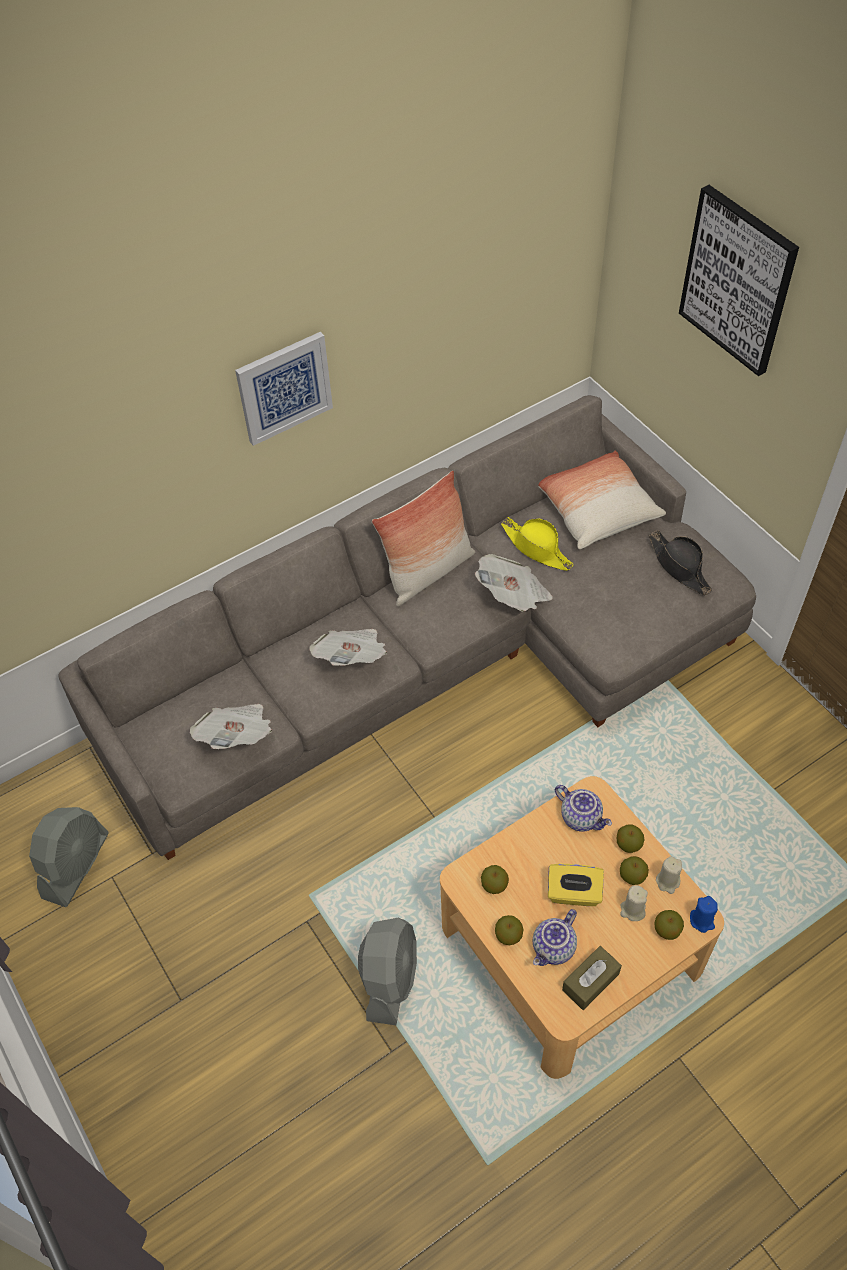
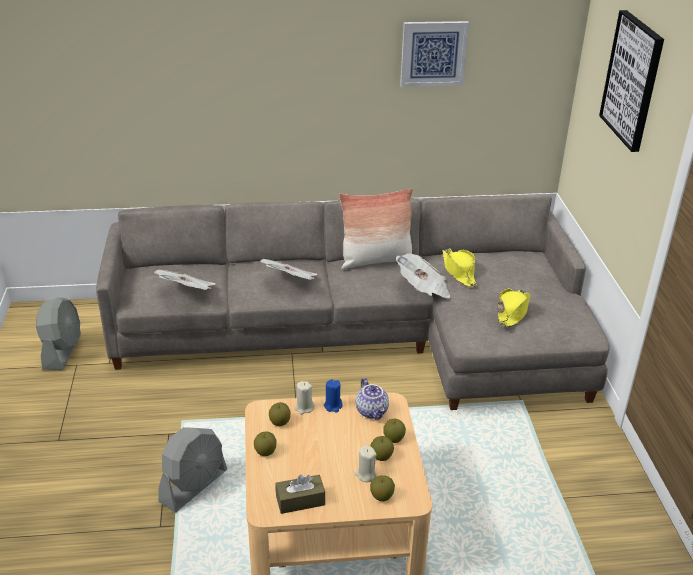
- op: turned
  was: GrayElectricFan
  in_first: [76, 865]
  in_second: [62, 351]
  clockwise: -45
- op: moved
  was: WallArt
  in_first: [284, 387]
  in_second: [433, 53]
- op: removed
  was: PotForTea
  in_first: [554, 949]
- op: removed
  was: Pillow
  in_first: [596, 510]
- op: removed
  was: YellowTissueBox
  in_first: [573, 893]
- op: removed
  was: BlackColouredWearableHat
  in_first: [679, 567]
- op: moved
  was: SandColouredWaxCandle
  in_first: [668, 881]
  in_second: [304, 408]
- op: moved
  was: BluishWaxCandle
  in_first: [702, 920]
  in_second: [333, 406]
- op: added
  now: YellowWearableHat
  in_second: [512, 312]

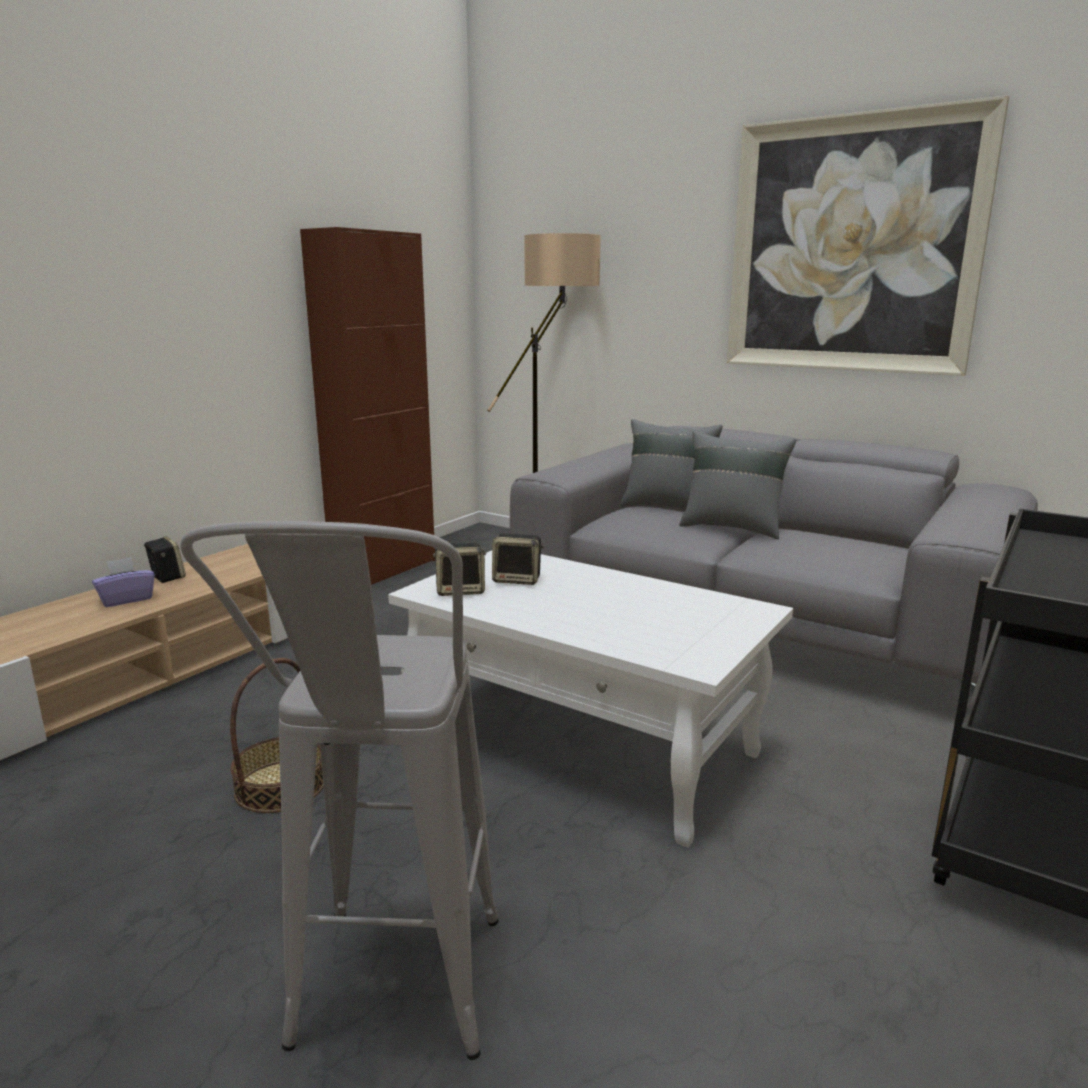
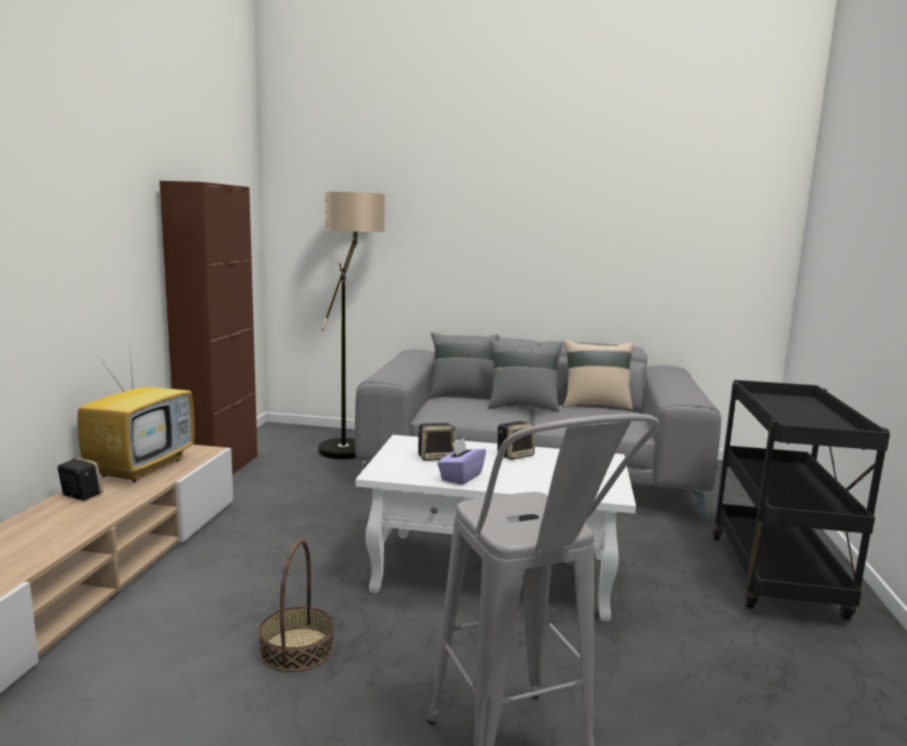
- op: moved
  was: PurplishTissueBox
  in_first: [126, 599]
  in_second: [461, 477]
- op: moved
  was: AudioSpeaker
  in_first: [461, 590]
  in_second: [515, 455]
- op: removed
  was: WallArt
  in_first: [852, 246]
- op: added
  now: Television
  in_second: [142, 467]
- op: added
  now: SandColouredPillow
  in_second: [595, 405]

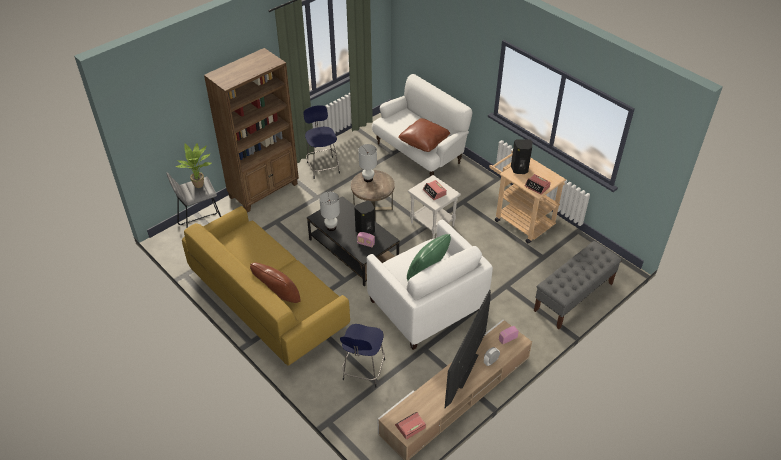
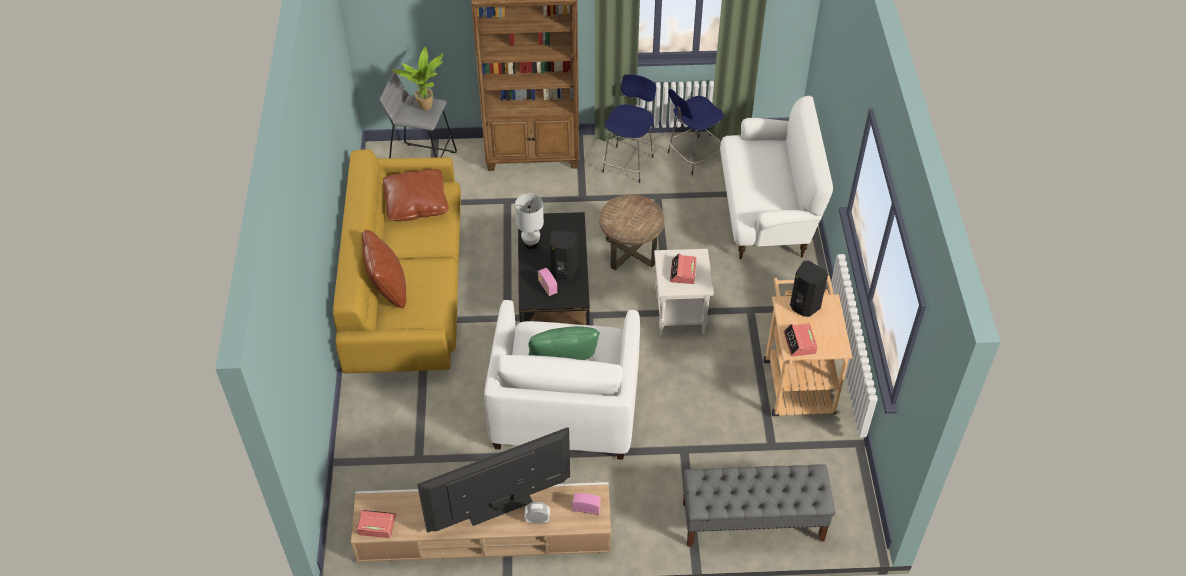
- op: moved
  was: BluishSittingStool
  in_first: [363, 371]
  in_second: [693, 156]
- op: removed
  was: WhiteColouredTableLamp
  in_first: [368, 179]
- op: moved
  was: BrownishPillow
  in_first: [424, 141]
  in_second: [416, 204]

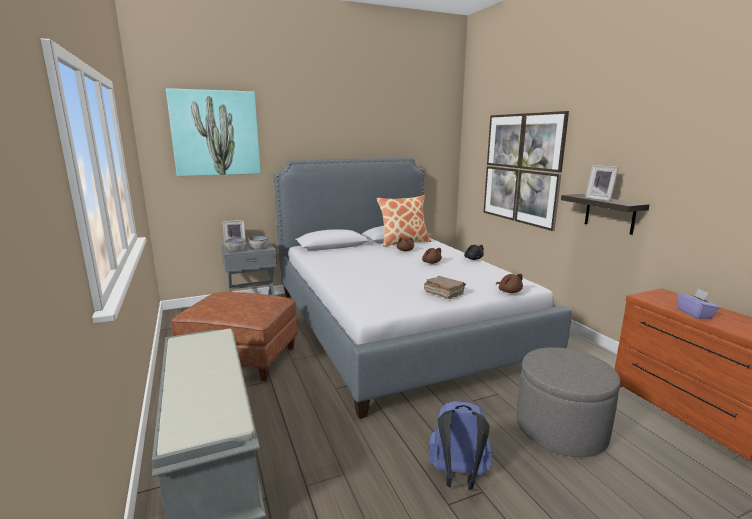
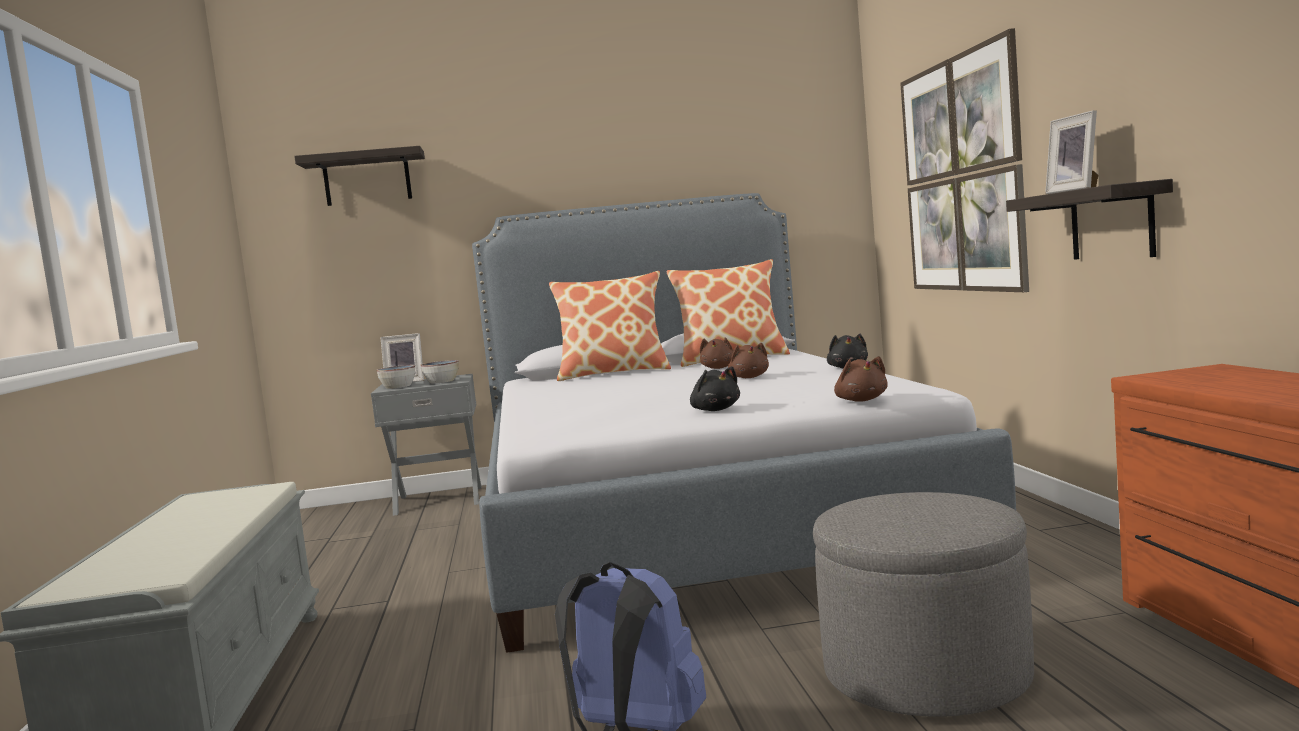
- op: replaced
  was: WallArt
  now: Shelf
  in_first: [215, 133]
  in_second: [367, 179]
- op: removed
  was: BrownishFootrest
  in_first: [240, 359]
- op: replaced
  was: BrownishBook
  now: BlackColouredPlushToy
  in_first: [443, 293]
  in_second: [715, 410]
- op: removed
  was: PurplishTissueBox
  in_first: [694, 313]
- op: added
  now: Pillow
  in_second: [614, 373]

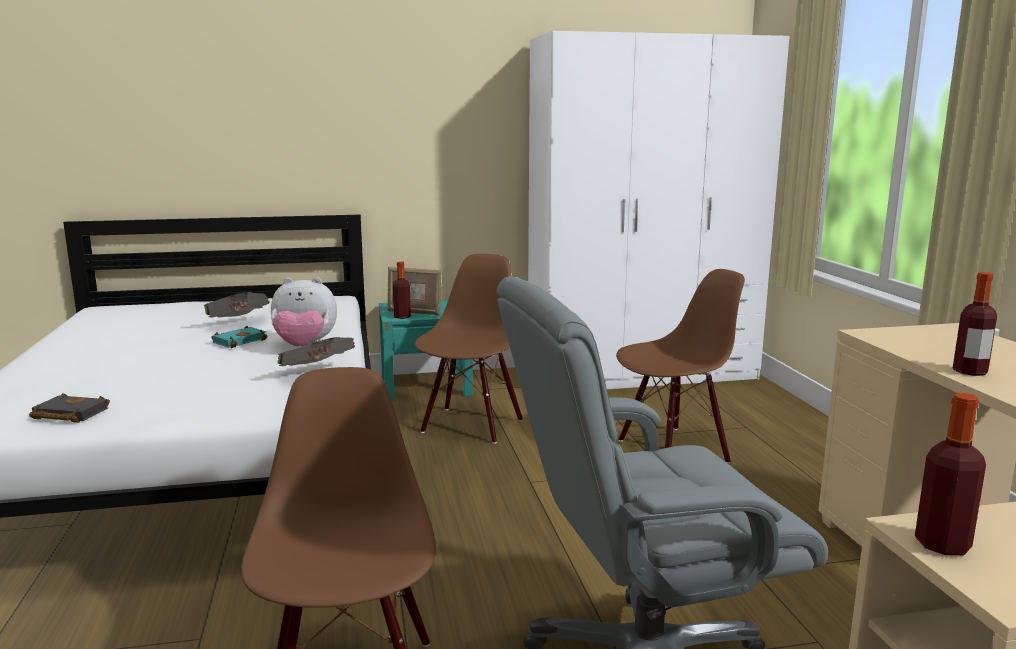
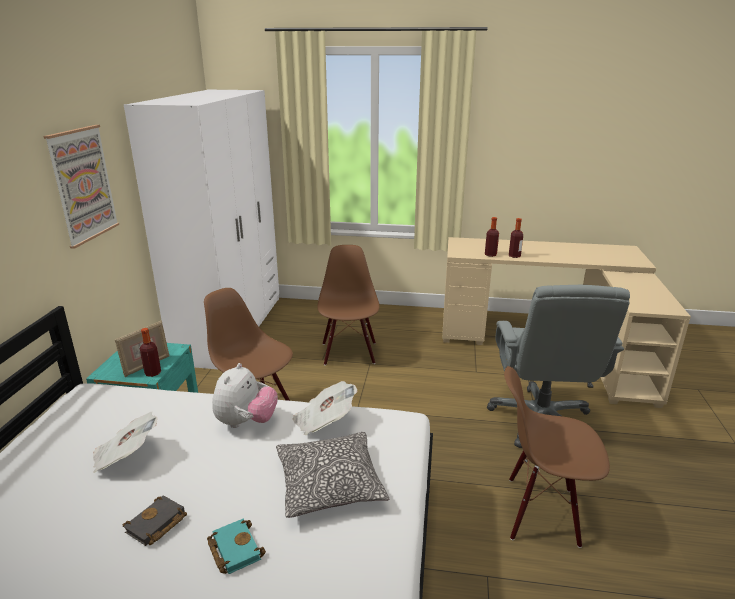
- op: moved
  was: BlackColouredBook
  in_first: [67, 414]
  in_second: [156, 525]
- op: moved
  was: TurquoiseColouredBook
  in_first: [240, 341]
  in_second: [233, 549]
- op: moved
  was: DrinkBottle
  in_first: [942, 545]
  in_second: [490, 254]
- op: added
  now: WallArt
  in_second: [83, 185]
- op: added
  now: Pillow
  in_second: [329, 483]

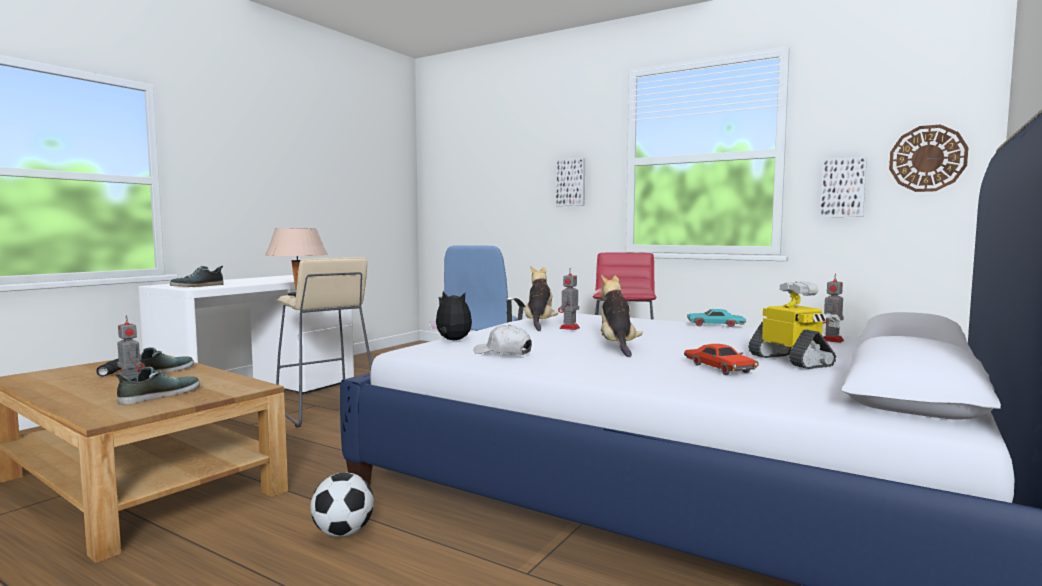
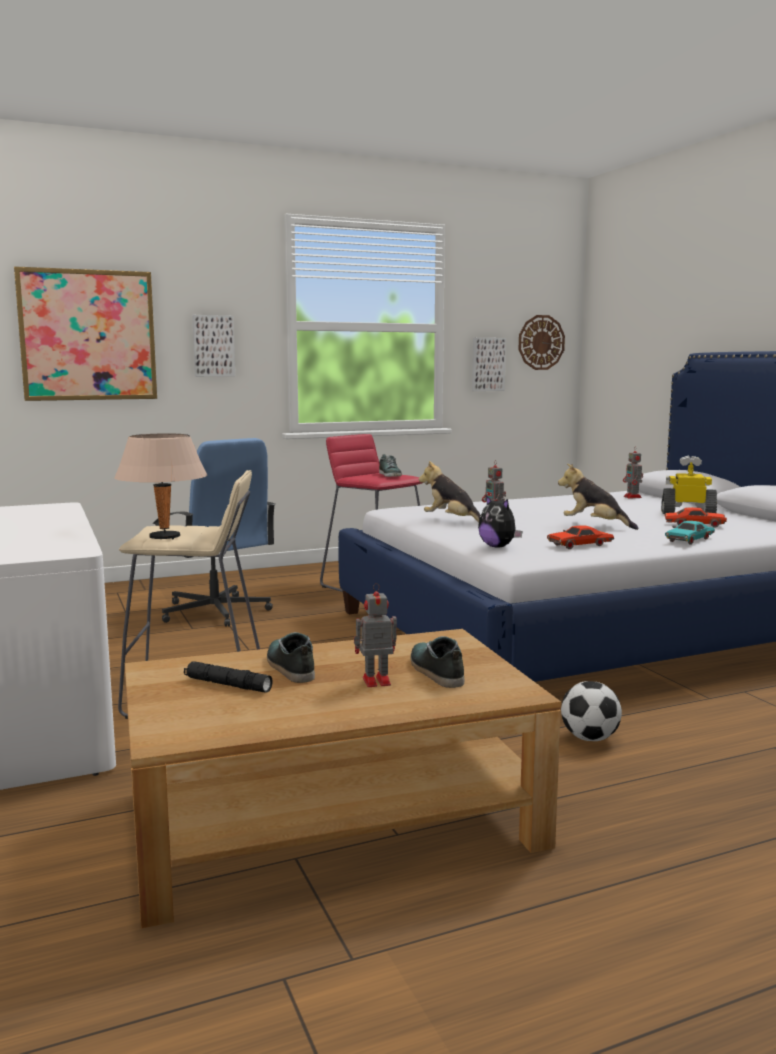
- op: moved
  was: ItemOfFootwear
  in_first: [198, 286]
  in_second: [390, 475]
- op: turned
  was: PlushToy
  in_first: [452, 340]
  in_second: [498, 547]
  clockwise: -105
- op: replaced
  was: WhiteColouredBaseballCap
  now: ReddishToyCar
  in_first: [503, 353]
  in_second: [580, 545]
- op: moved
  was: TurquoiseColouredToyCar
  in_first: [715, 325]
  in_second: [690, 540]
- op: added
  now: WallArt
  in_second: [88, 335]

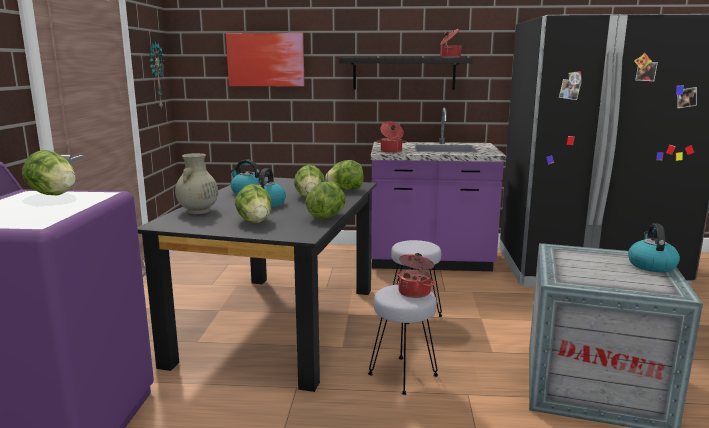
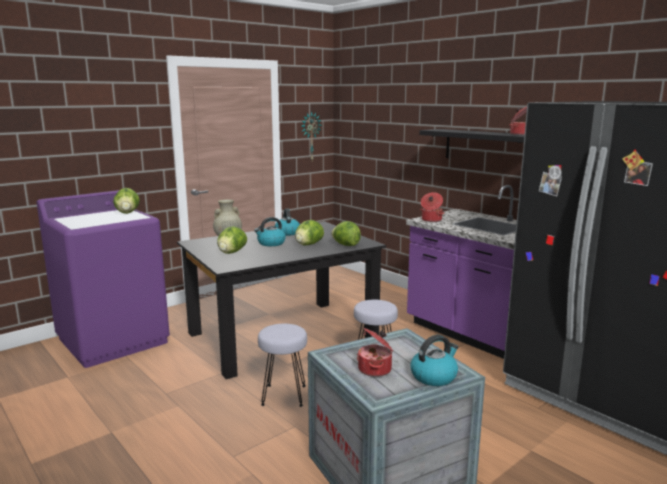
- op: removed
  was: WallArt
  in_first: [266, 60]
- op: removed
  was: Lettuce
  in_first: [327, 217]
- op: moved
  was: CookingPot
  in_first: [415, 292]
  in_second: [376, 369]

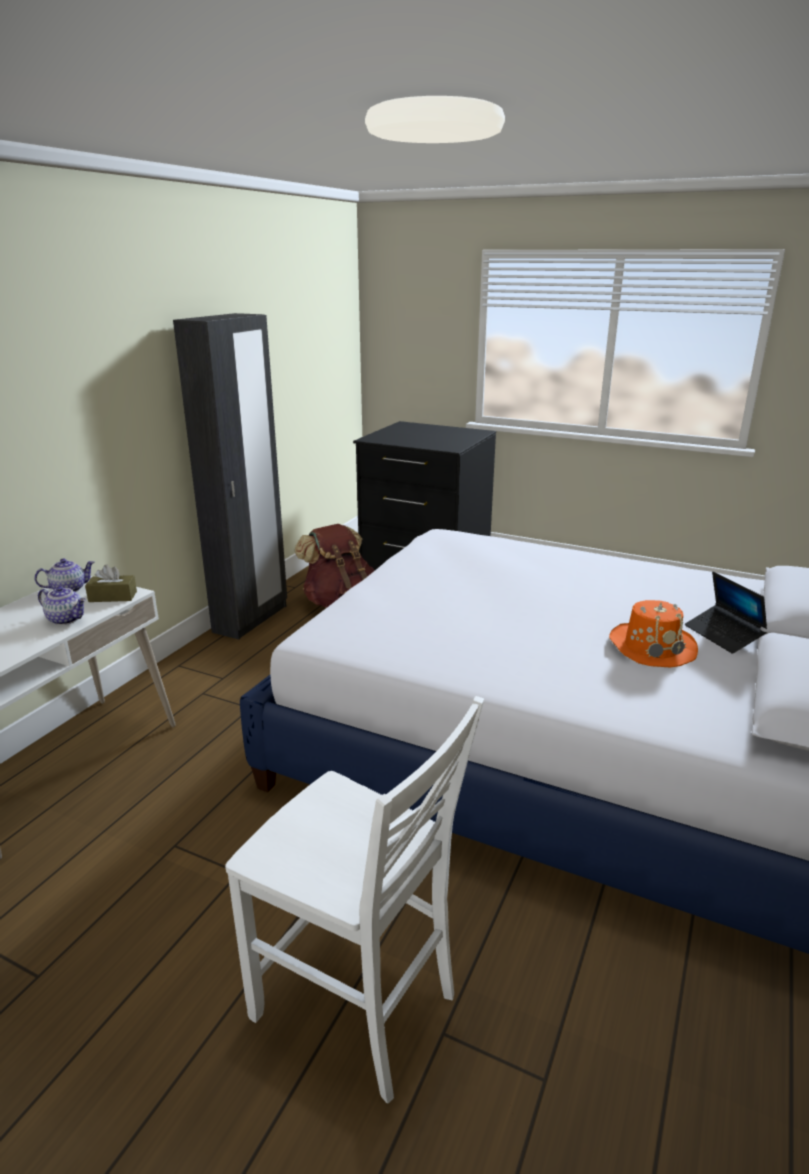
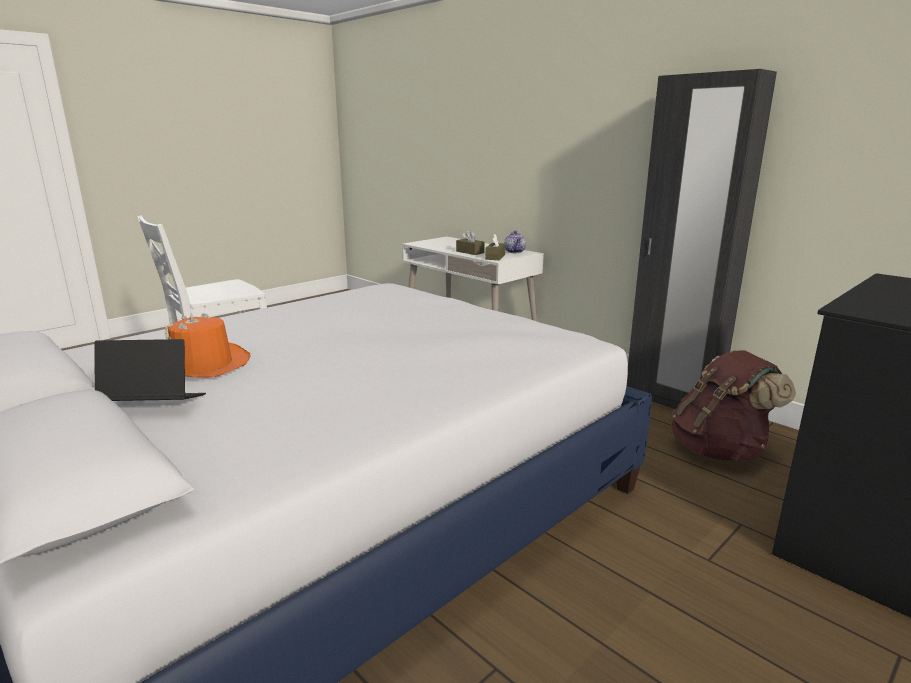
- op: replaced
  was: PotForTea
  now: BrownishTissueBox
  in_first: [67, 619]
  in_second: [470, 252]

